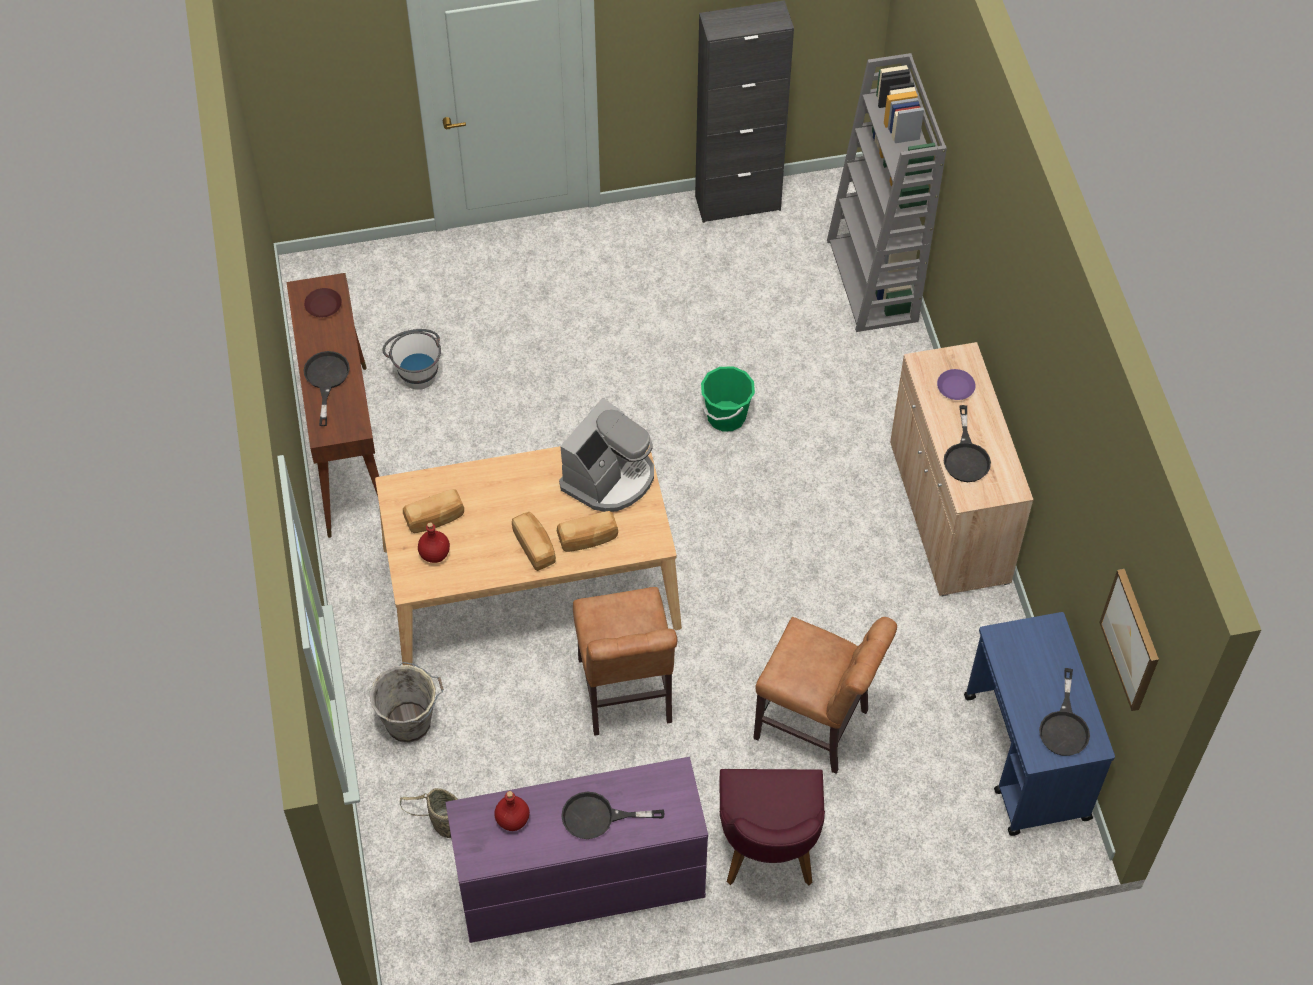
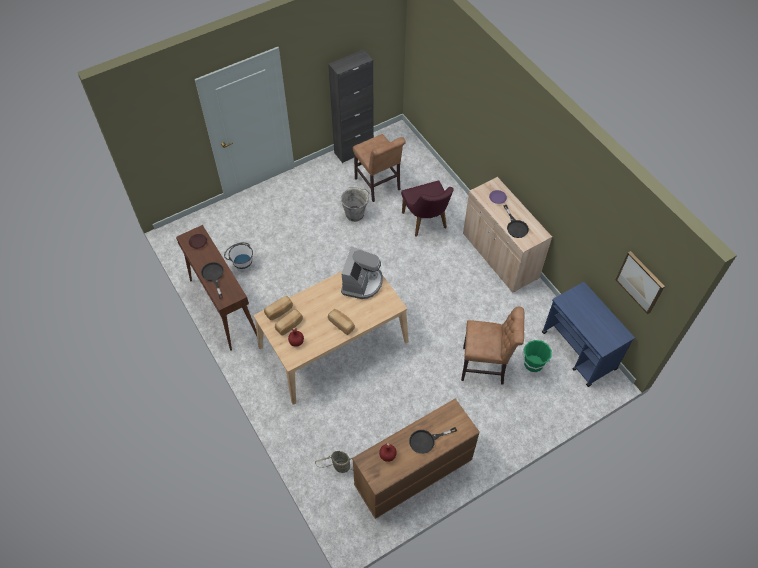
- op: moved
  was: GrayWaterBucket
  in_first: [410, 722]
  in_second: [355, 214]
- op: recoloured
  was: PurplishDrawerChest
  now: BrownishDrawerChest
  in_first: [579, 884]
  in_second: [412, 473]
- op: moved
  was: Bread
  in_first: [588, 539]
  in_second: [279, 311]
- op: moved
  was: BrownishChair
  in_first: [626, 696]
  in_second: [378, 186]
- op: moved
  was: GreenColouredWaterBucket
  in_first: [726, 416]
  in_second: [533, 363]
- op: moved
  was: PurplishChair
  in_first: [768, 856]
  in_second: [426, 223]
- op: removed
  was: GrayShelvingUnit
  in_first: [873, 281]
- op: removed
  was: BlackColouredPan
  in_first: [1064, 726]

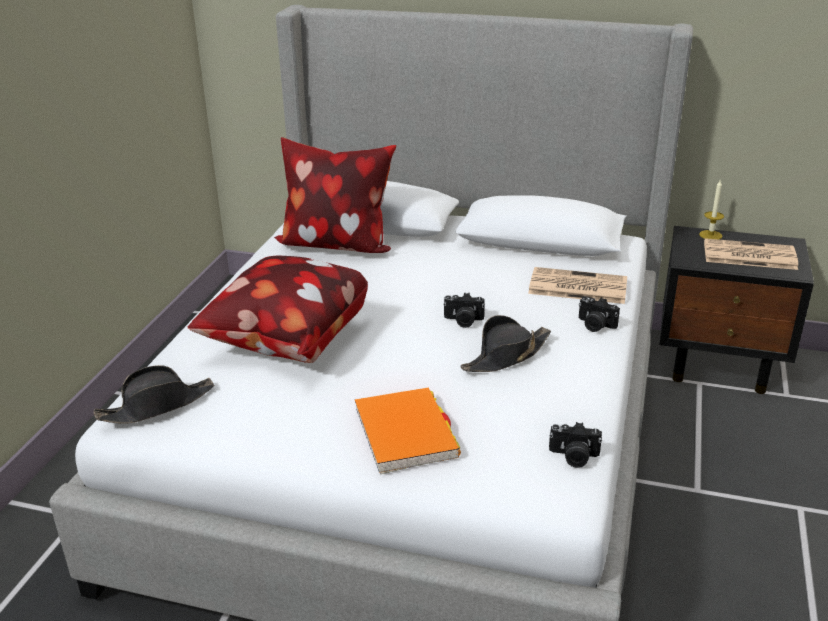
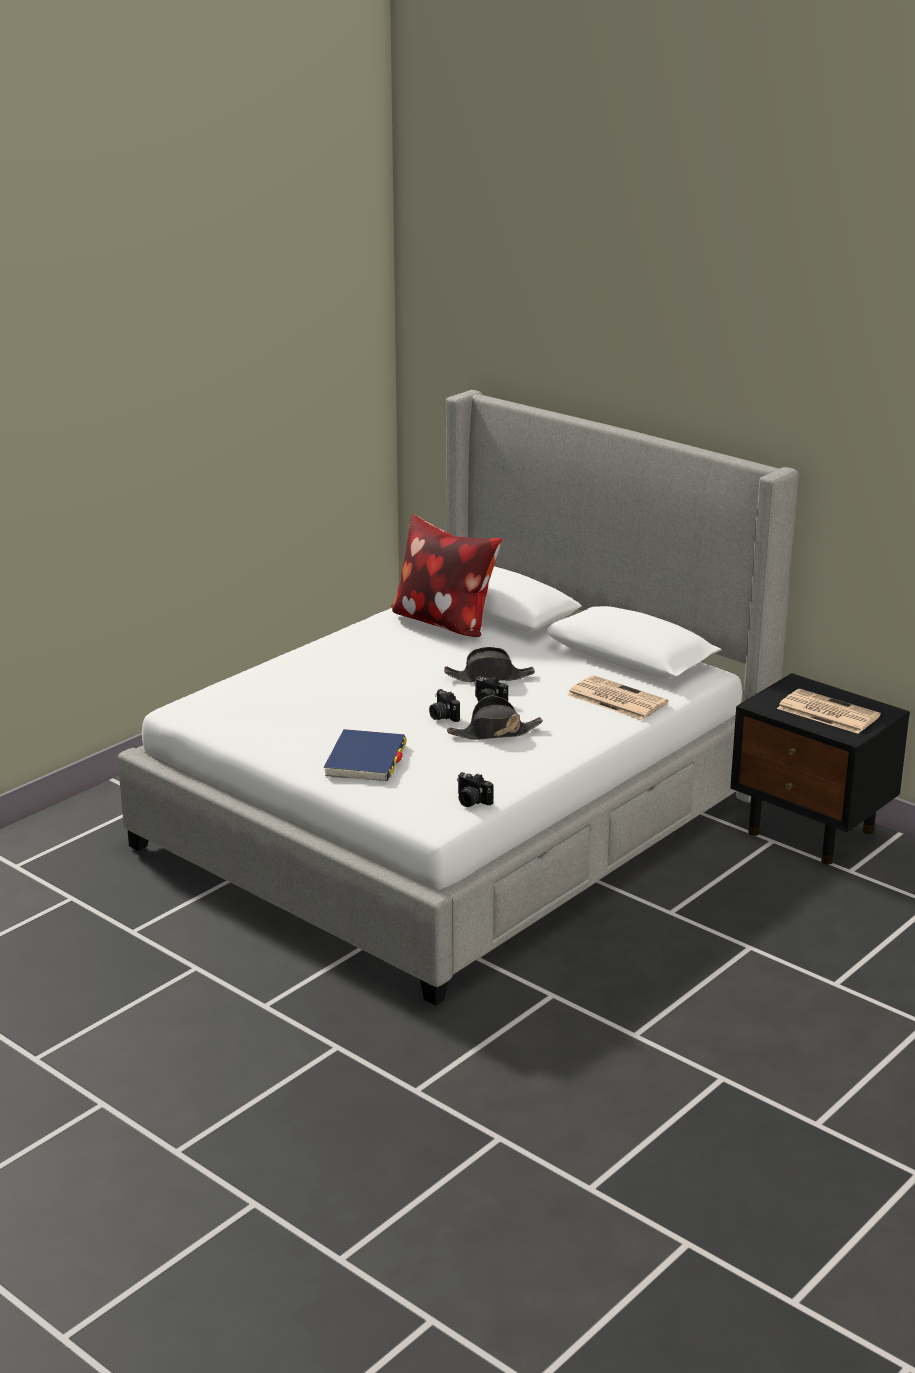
- op: moved
  was: BlackColouredWearableHat
  in_first: [157, 405]
  in_second: [489, 676]
- op: removed
  was: Pillow
  in_first: [285, 341]
- op: recoloured
  was: OrangeyBook
  now: BluishBook
  in_first: [405, 434]
  in_second: [366, 760]
- op: moved
  was: PhotoCamera
  in_first: [595, 325]
  in_second: [442, 716]
- op: removed
  was: WaxCandle
  in_first: [710, 235]

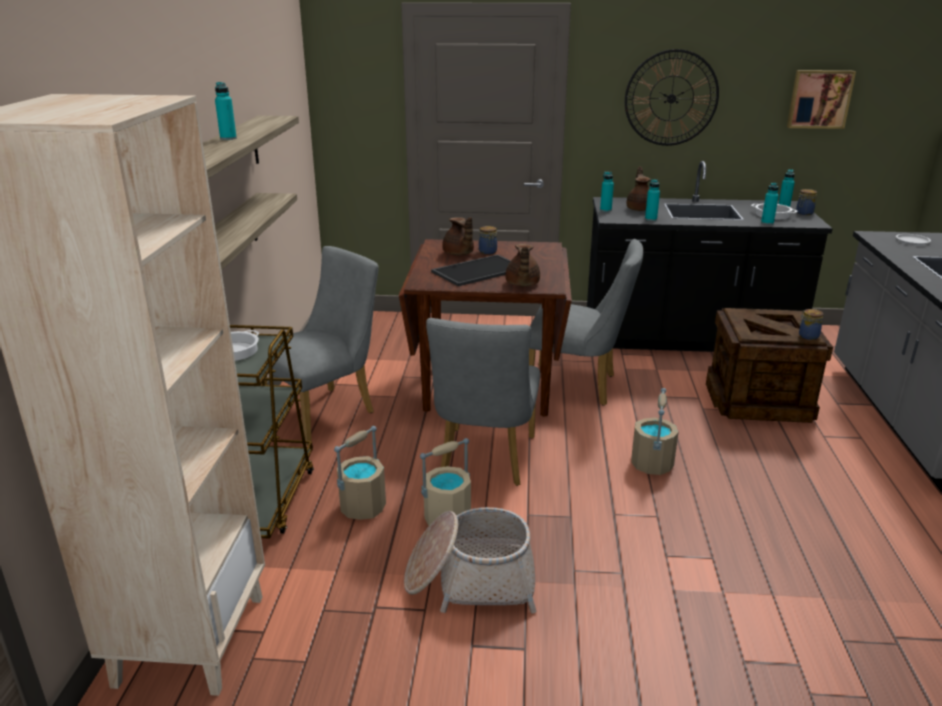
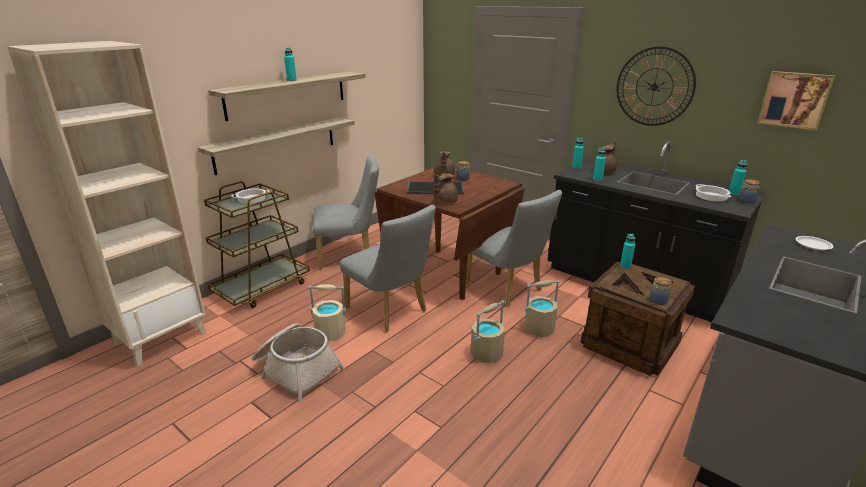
- op: moved
  was: SandColouredWaterBucket
  in_first: [363, 506]
  in_second: [539, 328]
- op: turned
  was: GrayChair
  in_first: [485, 461]
  in_second: [391, 311]
  clockwise: -90
- op: moved
  was: TurquoiseColouredDrinkBottle
  in_first: [767, 223]
  in_second: [625, 266]

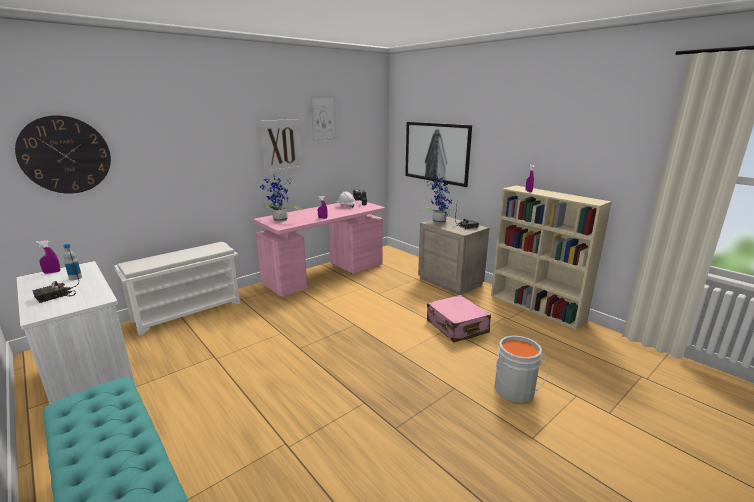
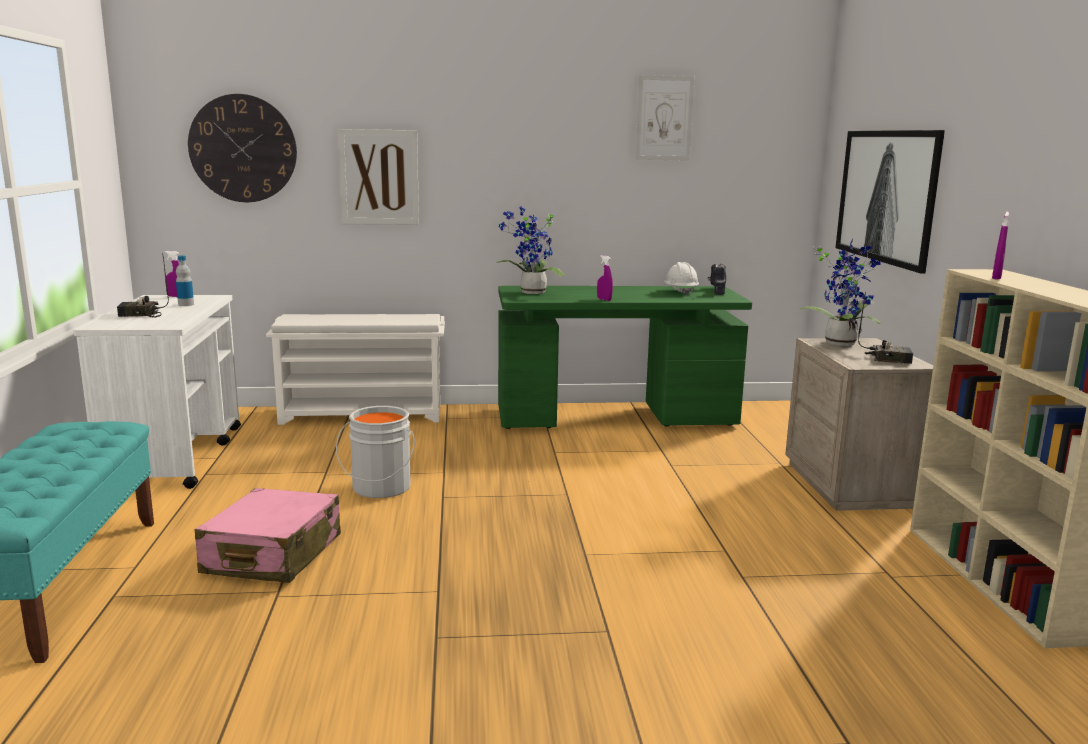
- op: recoloured
  was: PinkDesk
  now: GreenColouredDesk
  in_first: [325, 275]
  in_second: [615, 417]
- op: moved
  was: WallArt
  in_first: [281, 146]
  in_second: [379, 177]
- op: moved
  was: PinkTravelCase
  in_first: [457, 327]
  in_second: [272, 555]
- op: moved
  was: GrayWaterBucket
  in_first: [515, 391]
  in_second: [380, 488]

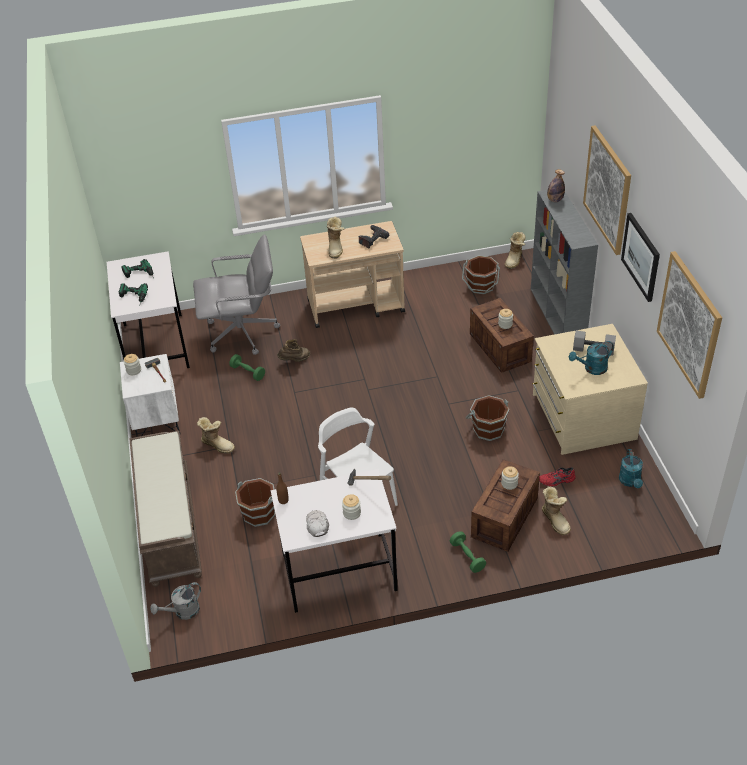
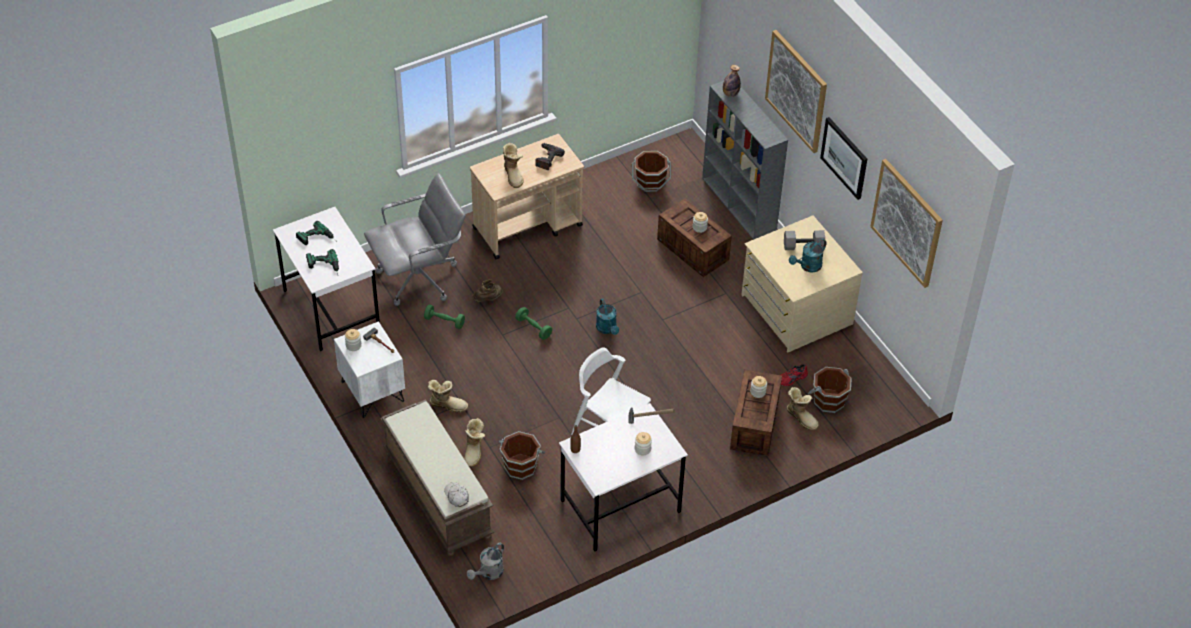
- op: moved
  was: WhiteColouredBaseballCap
  in_first: [317, 525]
  in_second: [456, 496]
- op: moved
  was: GreenColouredHandWeight
  in_first: [467, 556]
  in_second: [533, 328]
- op: moved
  was: BrownishWaterBucket
  in_first: [488, 429]
  in_second: [828, 400]
- op: moved
  was: HighTopBoot
  in_first: [515, 260]
  in_second: [474, 451]
- op: moved
  was: TurquoiseColouredWateringCan
  in_first: [630, 482]
  in_second: [607, 329]

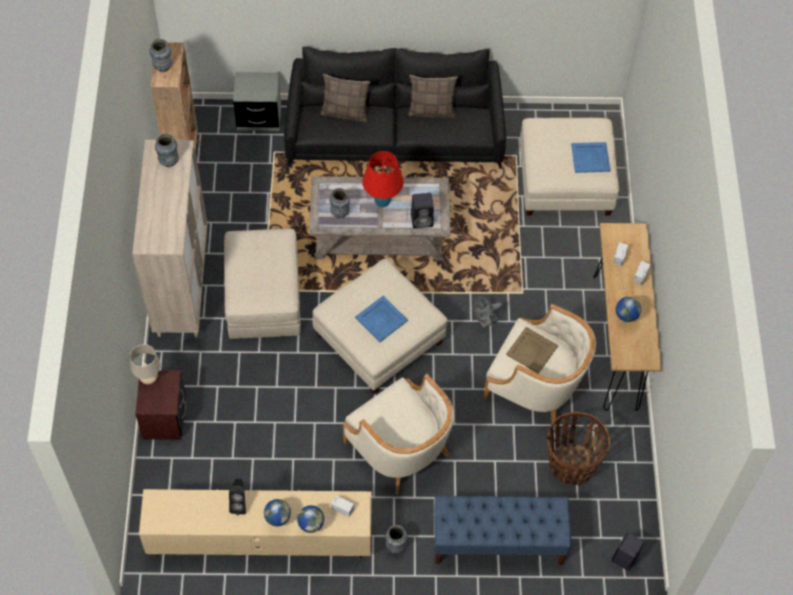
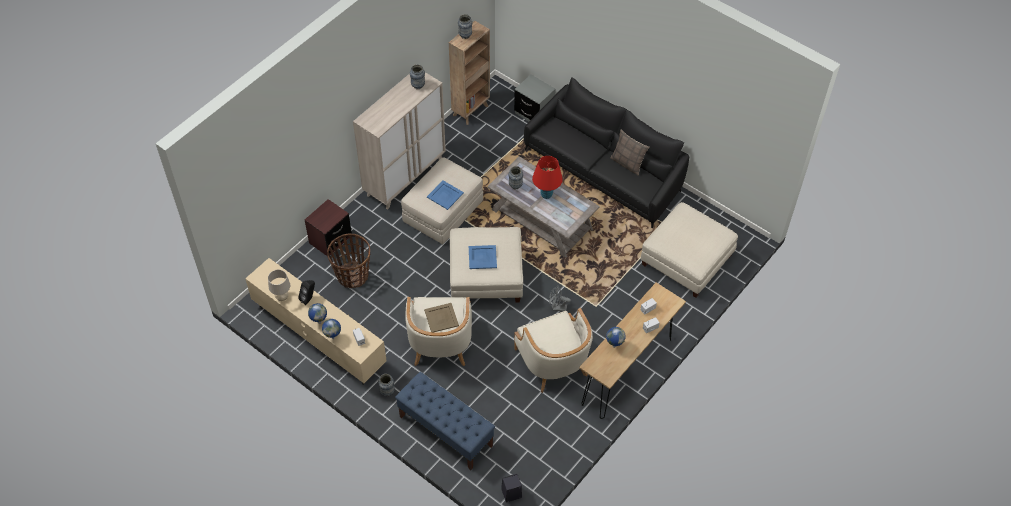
- op: moved
  was: SandColouredTableLamp
  in_first: [149, 379]
  in_second: [282, 297]
- op: removed
  was: Pillow
  in_first: [345, 112]
- op: removed
  was: BlackColouredAudioSpeaker
  in_first: [422, 220]
- op: moved
  was: SandColouredCarryingTray
  in_first: [531, 350]
  in_second: [441, 317]
- op: moved
  was: StorageBasket
  in_first: [571, 465]
  in_second: [352, 275]
- op: moved
  was: BluishCarryingTray
  in_first: [590, 157]
  in_second: [445, 195]

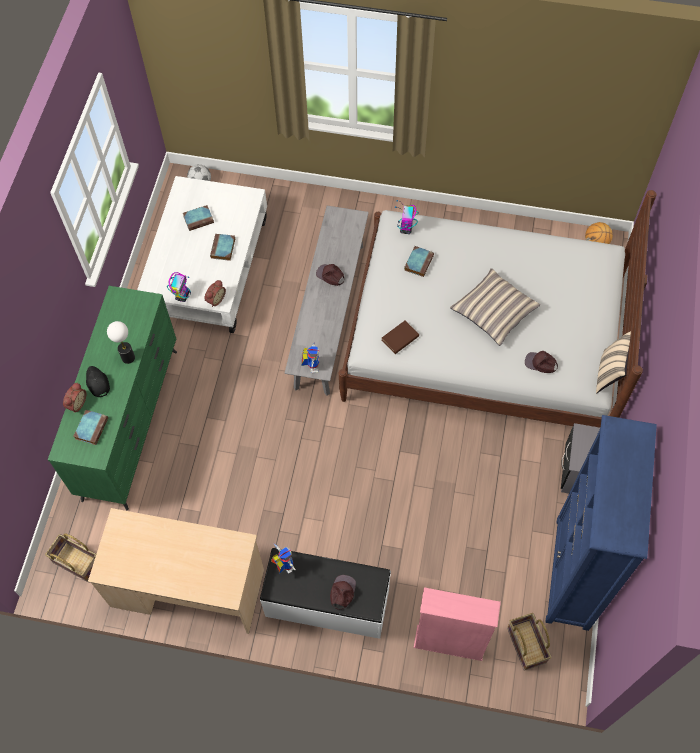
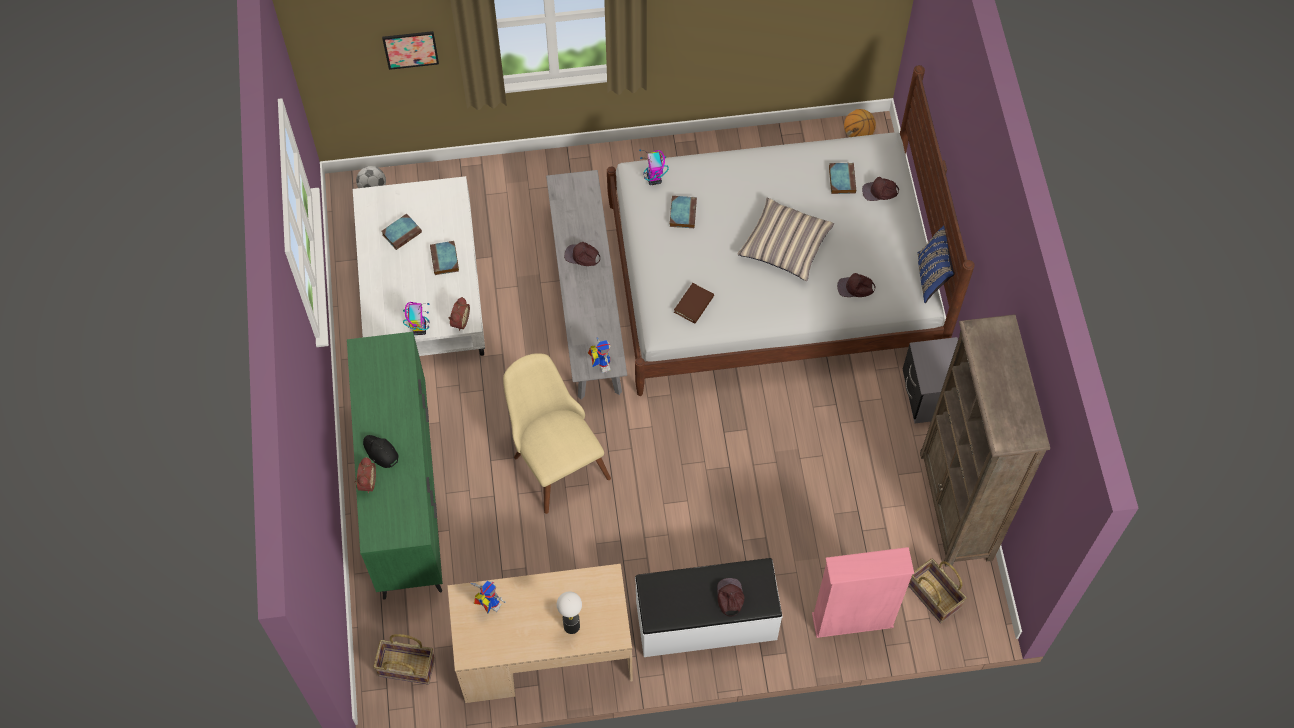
- op: moved
  was: Book
  in_first: [91, 427]
  in_second: [841, 179]
- op: moved
  was: TableLamp
  in_first: [128, 358]
  in_second: [571, 626]
- op: moved
  was: ModelRobot
  in_first: [283, 565]
  in_second: [487, 604]
- op: recoloured
  was: BluishShelvingUnit
  now: BrownishShelvingUnit
  in_first: [572, 574]
  in_second: [956, 506]
- op: recoloured
  was: SandColouredPillow
  now: BluishPillow
  in_first: [610, 373]
  in_second: [932, 277]
- op: added
  now: WallArt
  in_second: [410, 49]
- op: added
  now: SandColouredChair
  in_second: [554, 458]
- op: added
  now: BrownishBaseballCap
  in_second: [880, 191]

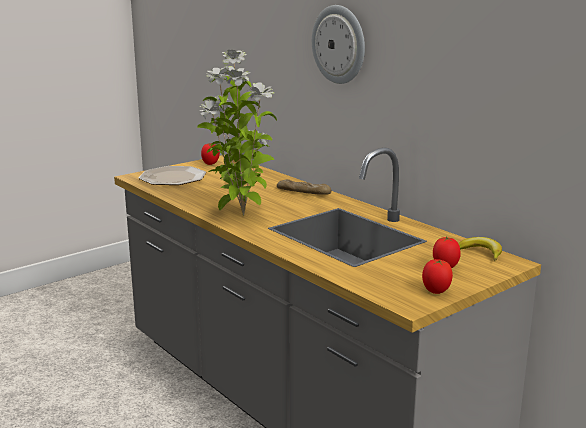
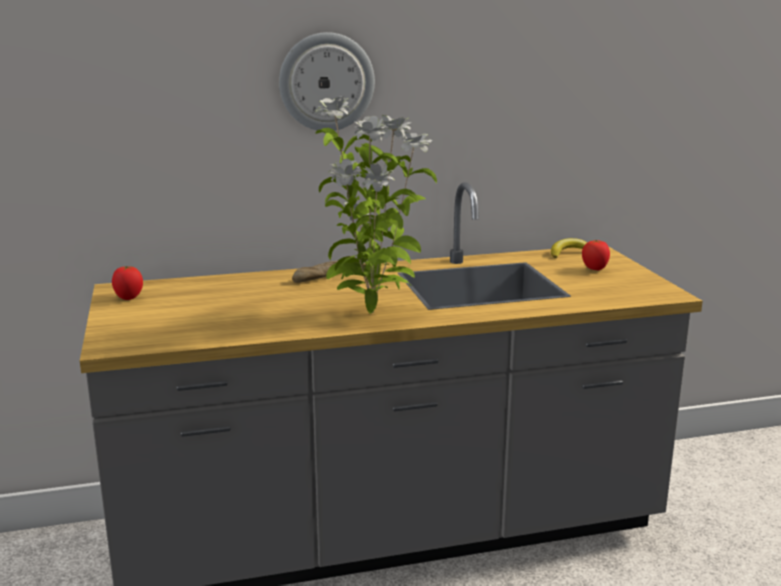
- op: removed
  was: DinnerPlate
  in_first: [172, 177]
- op: removed
  was: WholeTomato
  in_first: [436, 291]

